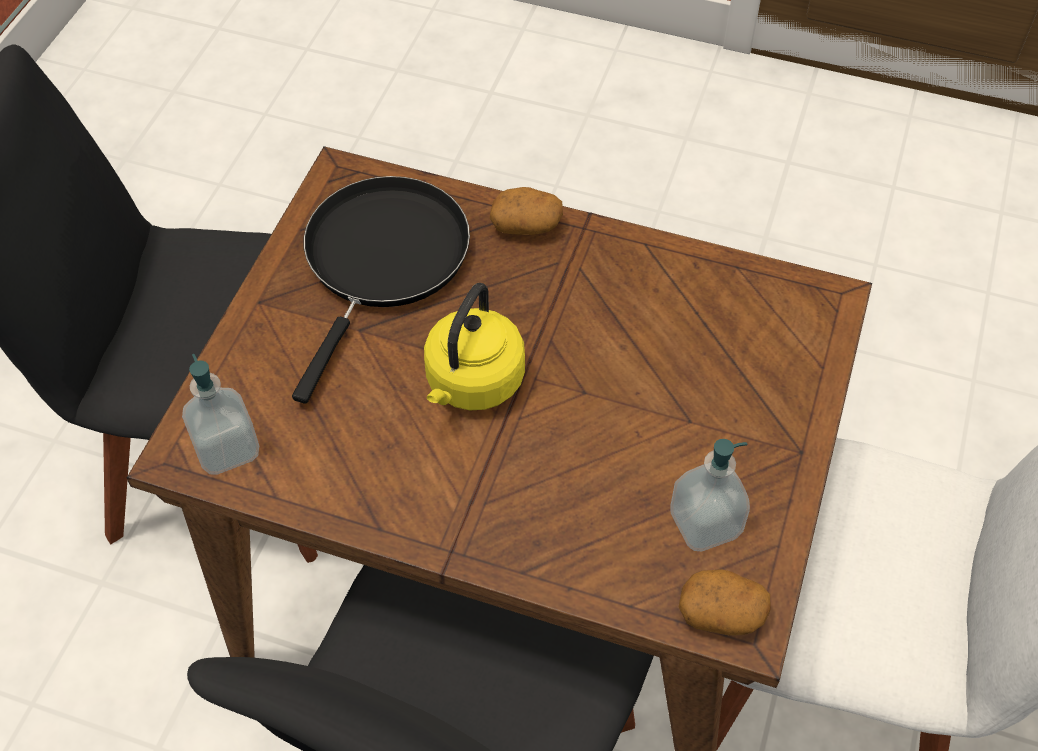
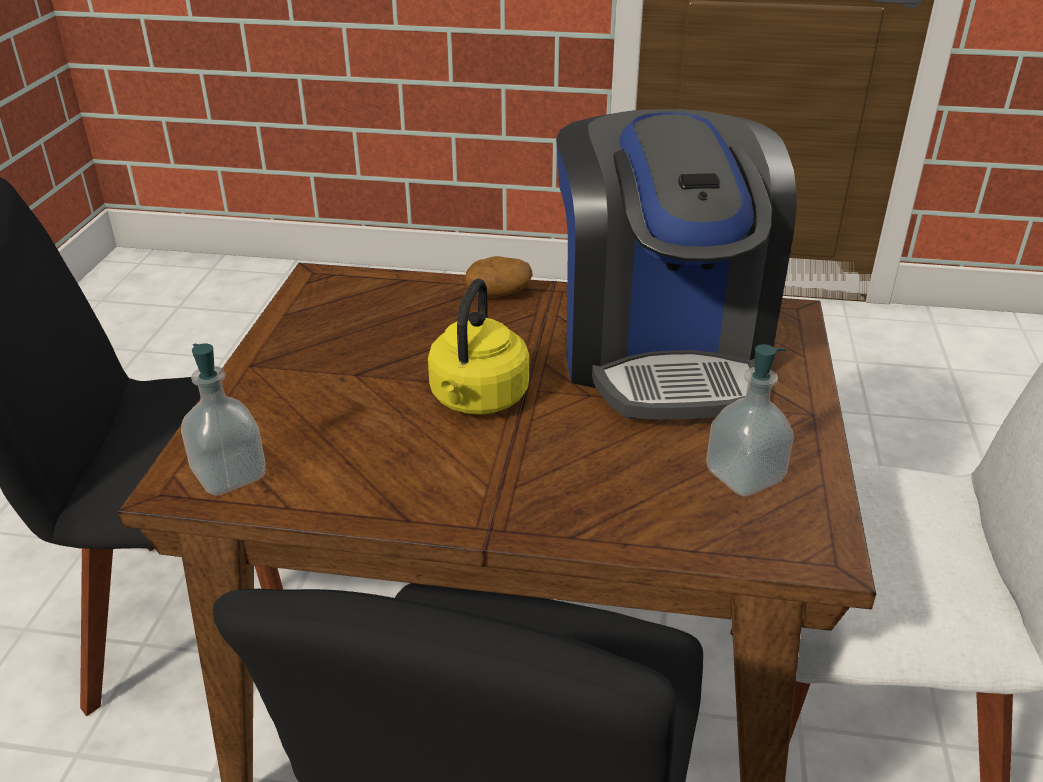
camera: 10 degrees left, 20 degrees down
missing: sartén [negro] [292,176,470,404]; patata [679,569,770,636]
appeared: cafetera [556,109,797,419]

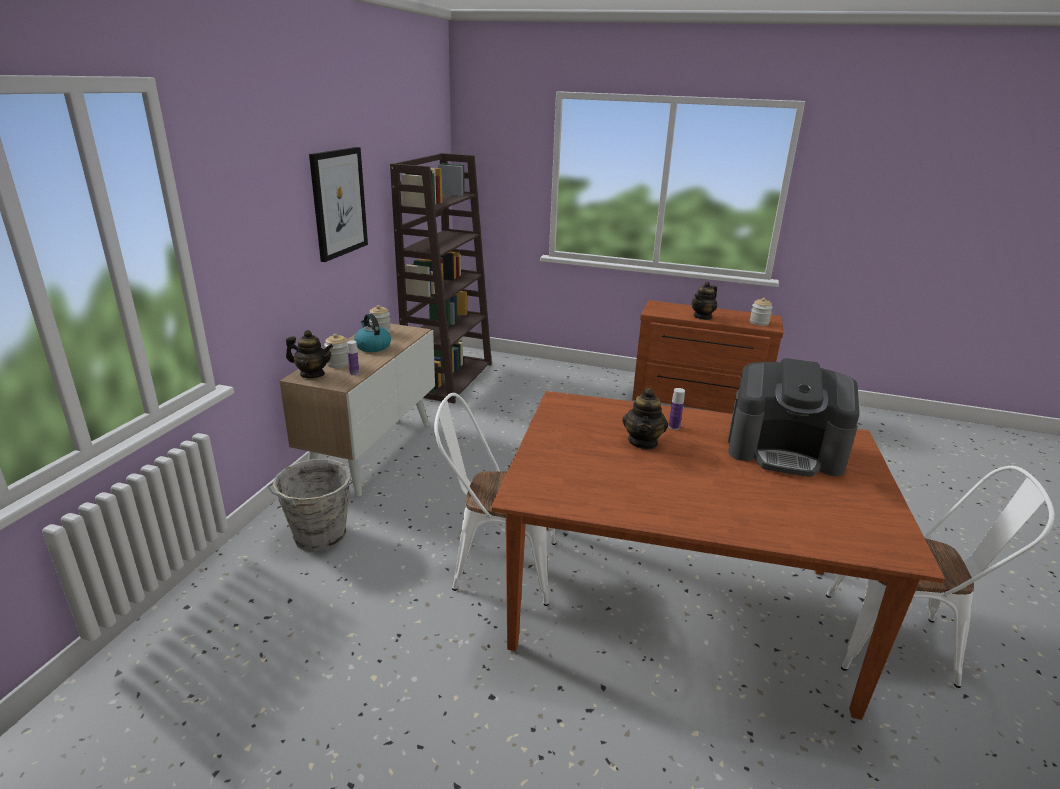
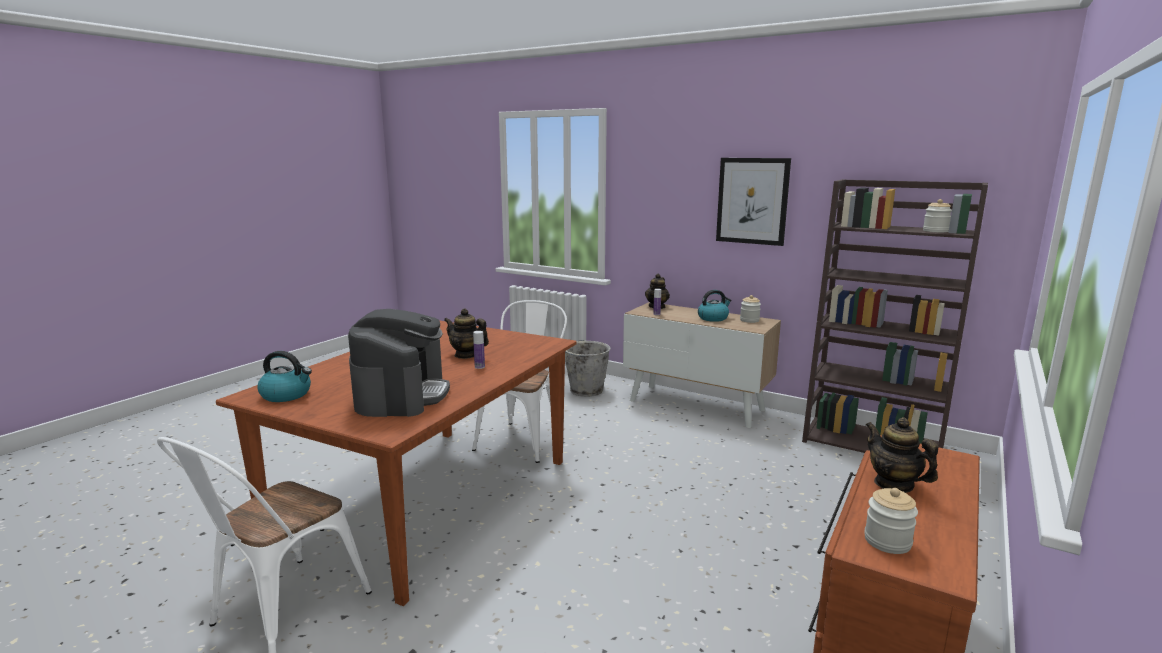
camera: 105 degrees right, 10 degrees down
appeared: hervidor [258,351,312,402]
relocated: tarro [324,334,349,368] to [923,199,952,232]
spun: cafetera [728,358,859,477] = [348,309,450,417] 150 degrees clockwise

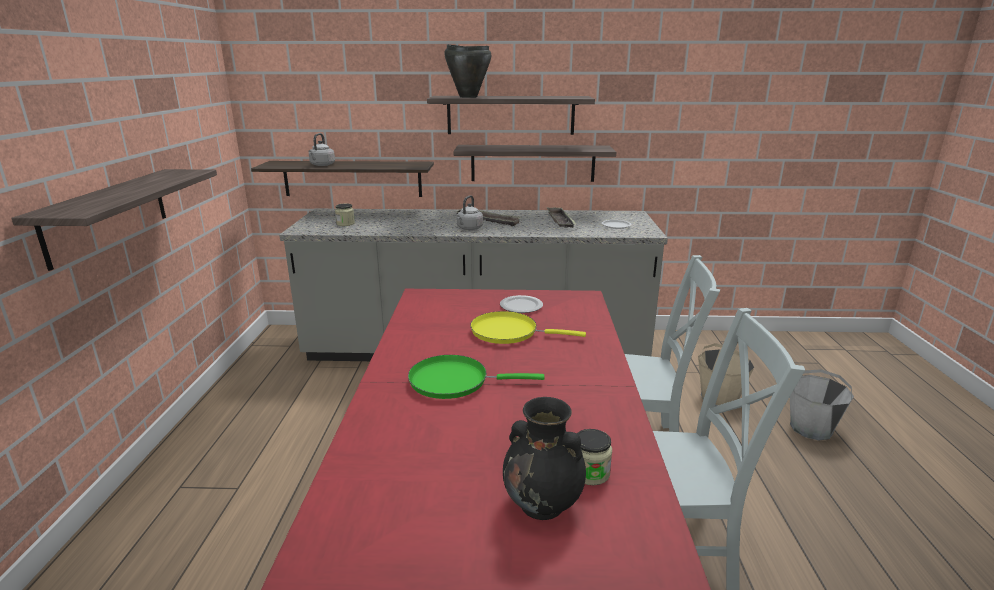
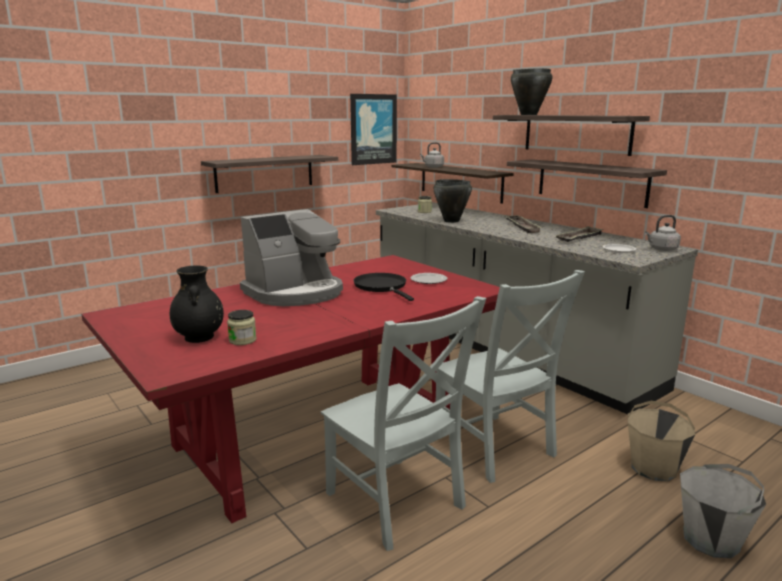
camera: 50 degrees right, 5 degrees down
appeared: cuadro [350,94,397,165]; olla [negro] [433,179,472,223]
relocated: hervidor [gris] [457,195,483,230] to [645,215,681,251]
exchanged: sartén [verde] [408,355,545,399] to cafetera [240,209,343,306]
colour: sartén [amarillo] [470,311,586,344] to sartén [negro] [353,273,414,301]

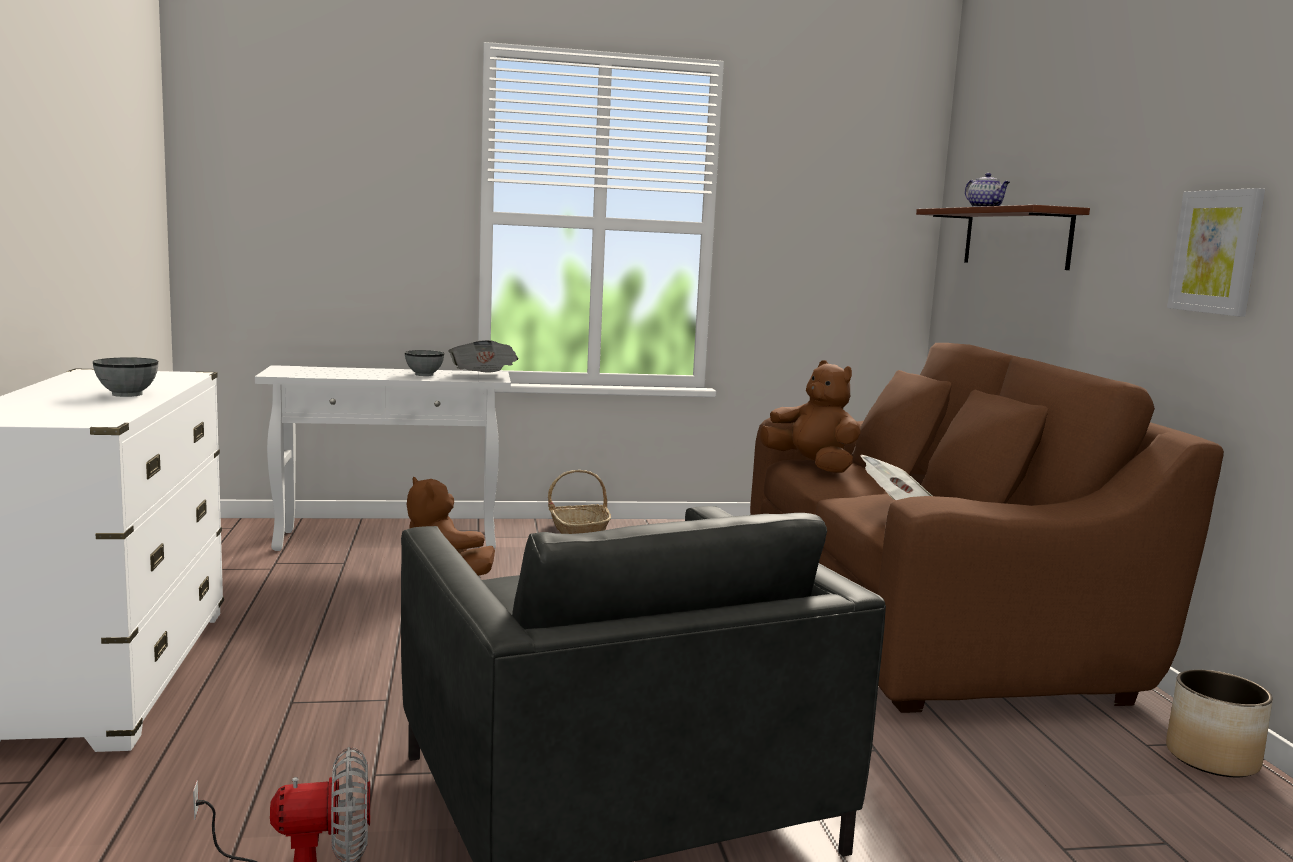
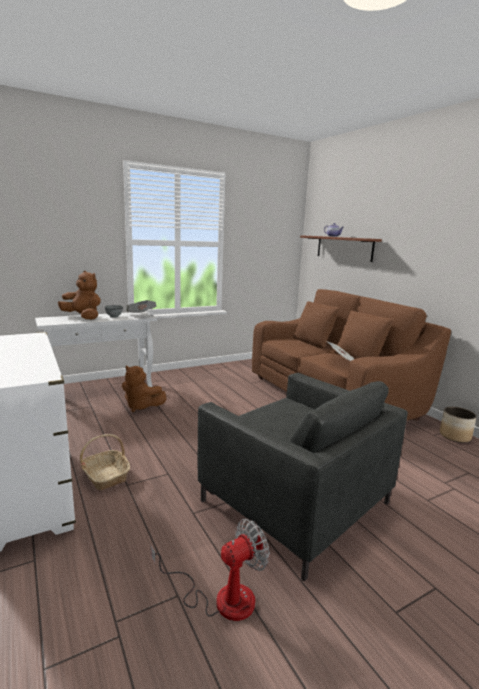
camera: 20 degrees left, 5 degrees up
missing: cuenco [gris] [93,357,158,397]; cuadro [1167,188,1265,317]
relocated: cesta [548,470,611,534] to [80,434,130,490]; peluche [marrón] [759,360,861,473] to [58,271,101,320]

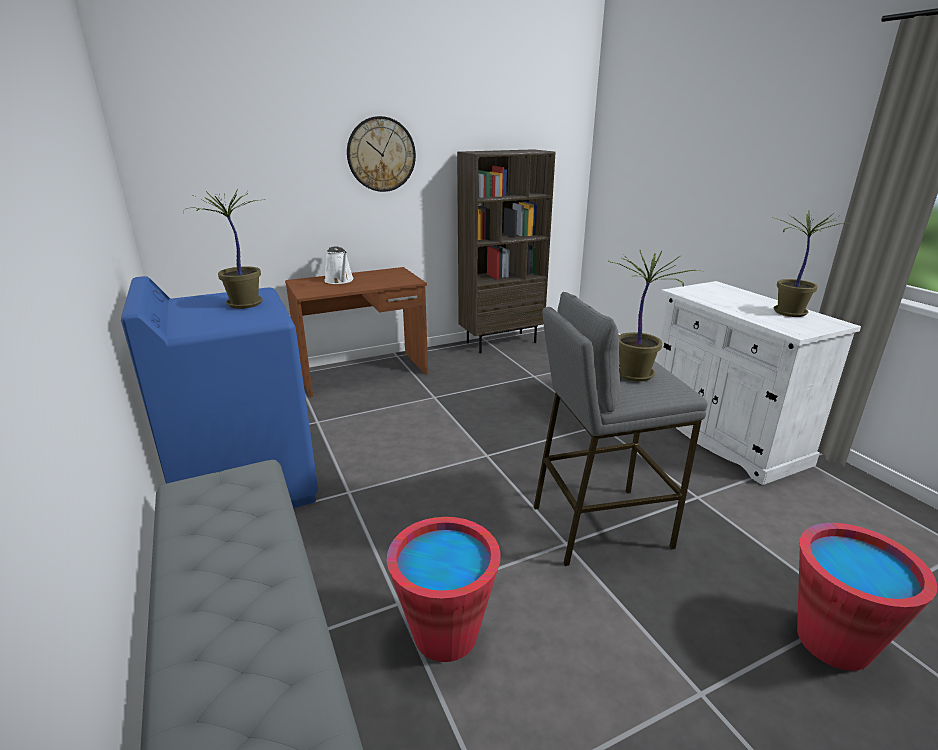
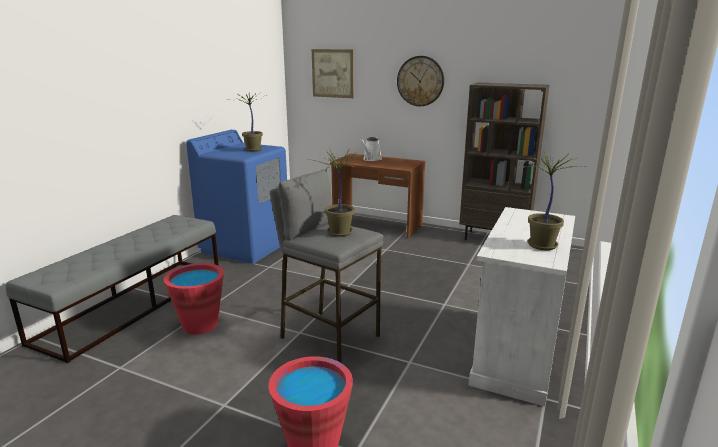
camera: 50 degrees right, 5 degrees down
appeared: cuadro [312,49,354,98]

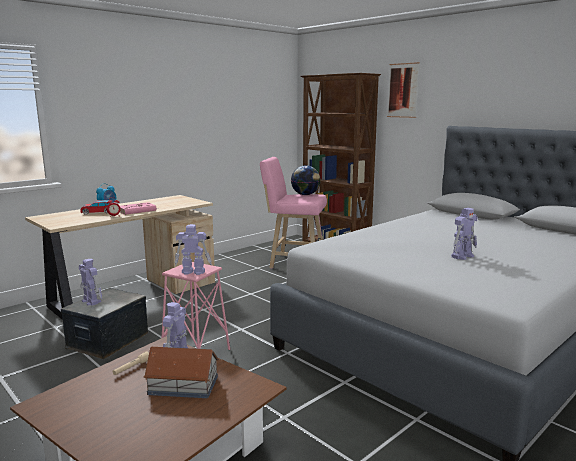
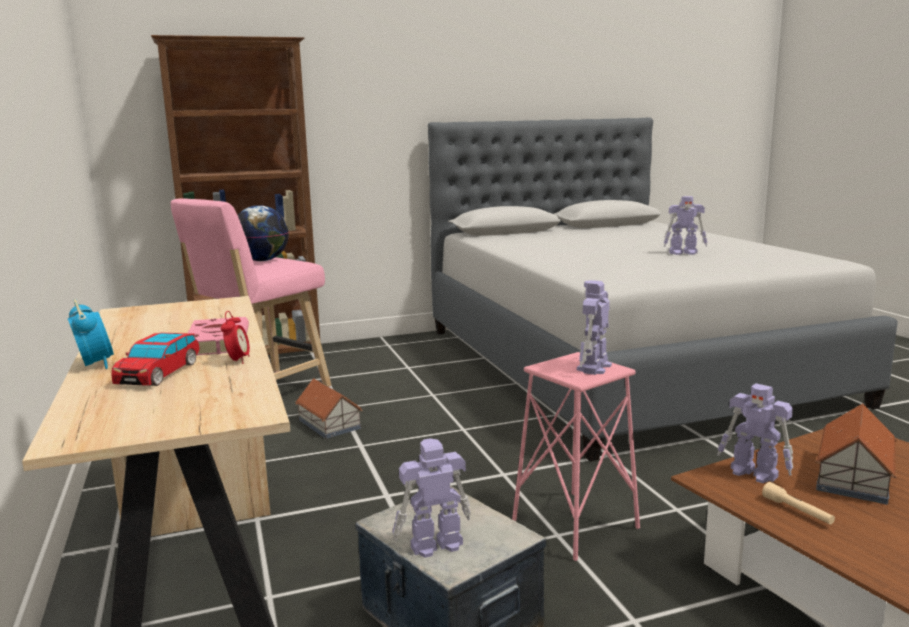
camera: 65 degrees left, 0 degrees up
missing: cuadro [387,62,420,118]
appeared: casita [296,378,362,439]
spun: robot de juguete [451,208,478,260] = [664,196,707,255] 105 degrees clockwise

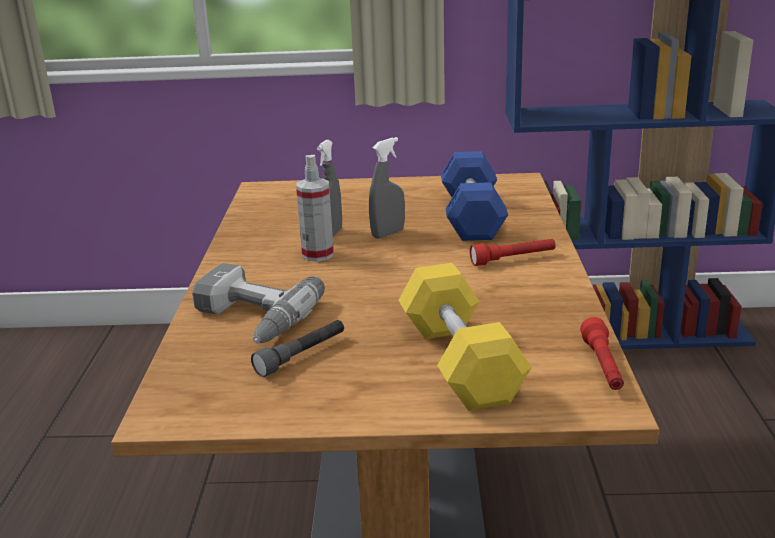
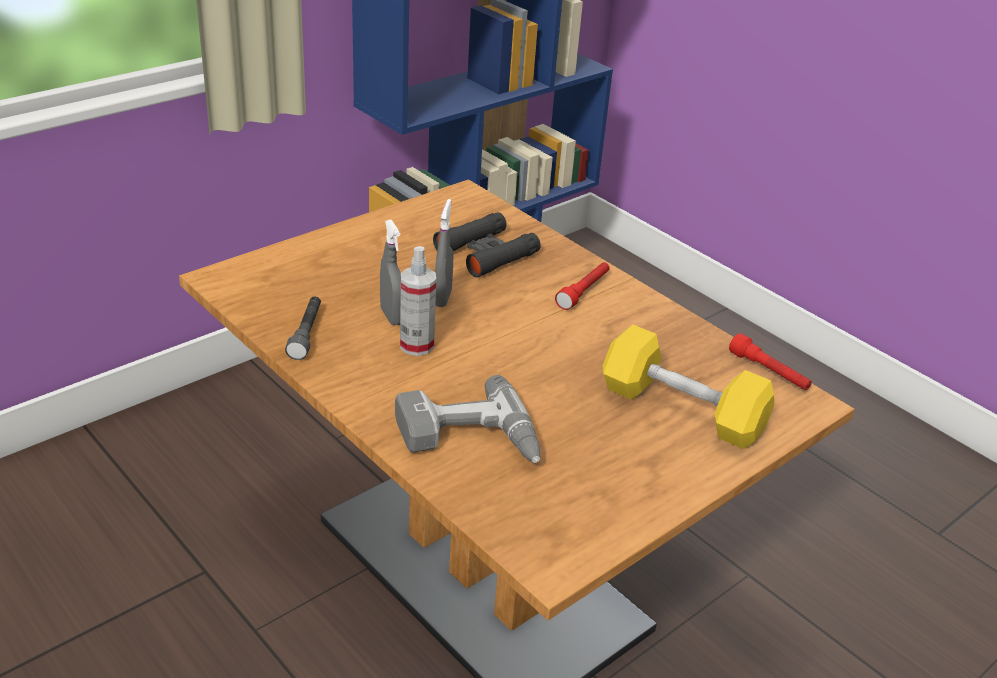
camera: 45 degrees left, 10 degrees up
relocated: linterna [gris] [251,320,344,377] to [285,296,321,360]
exchanged: mancuerna [azul] [441,151,508,241] to prismáticos [negro] [433,212,541,277]

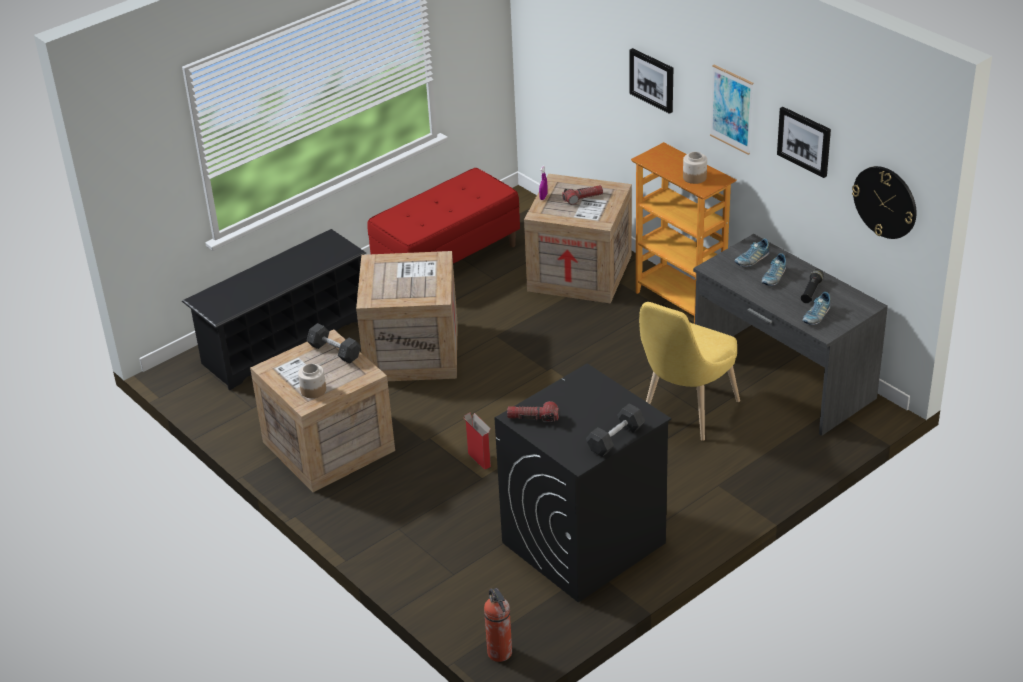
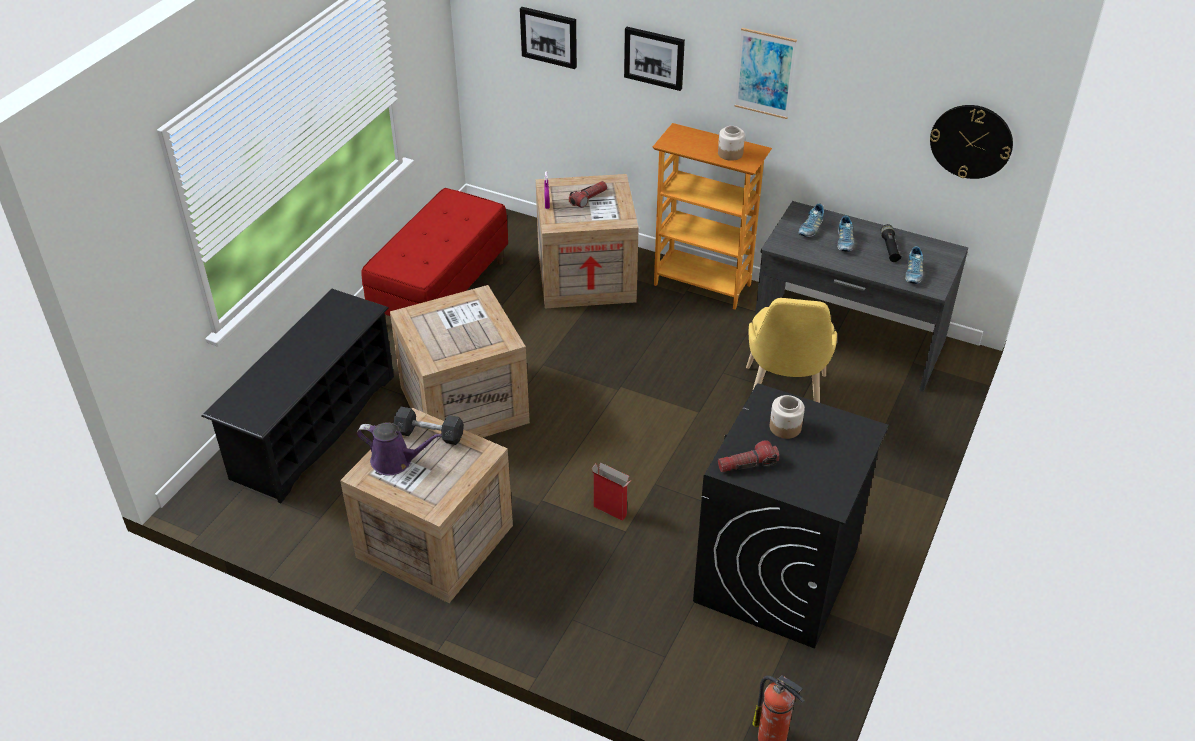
camera: 25 degrees left, 5 degrees up
missing: mancuerna [gris] [586,403,645,457]
appeared: regadera [morado] [357,422,442,475]
relocated: tarro [298,364,326,398] to [770,395,805,439]; cuadro [777,107,831,178] to [520,7,577,69]

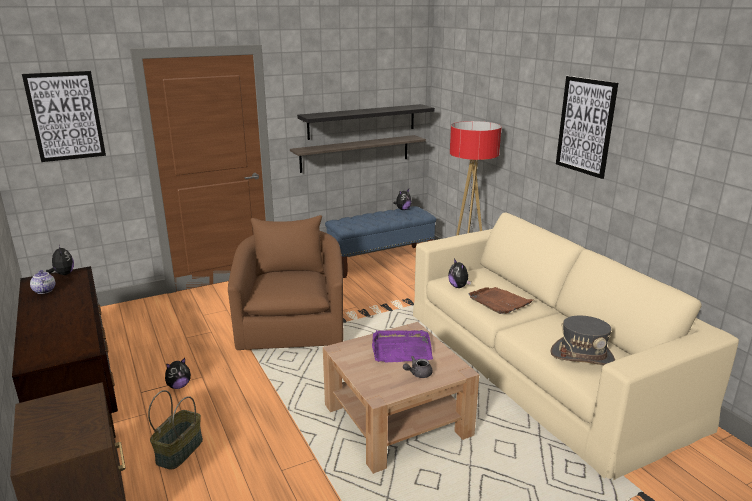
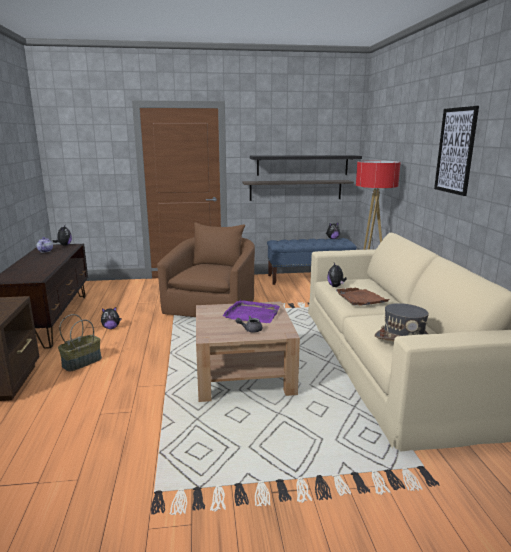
camera: 20 degrees right, 5 degrees down
missing: cuadro [22,71,106,162]

